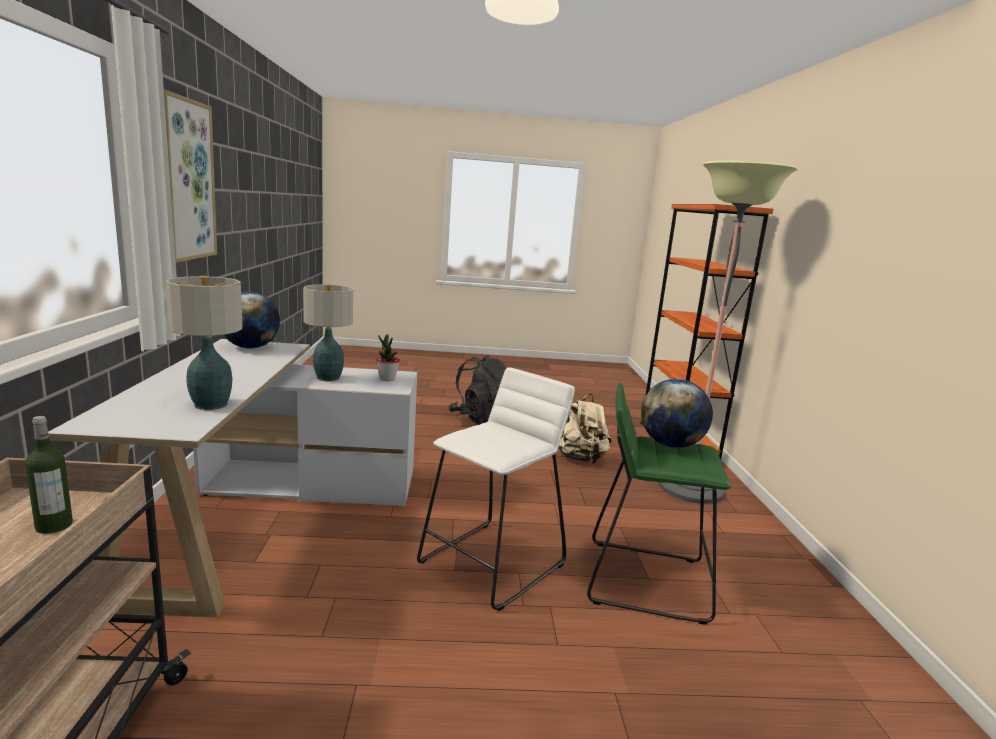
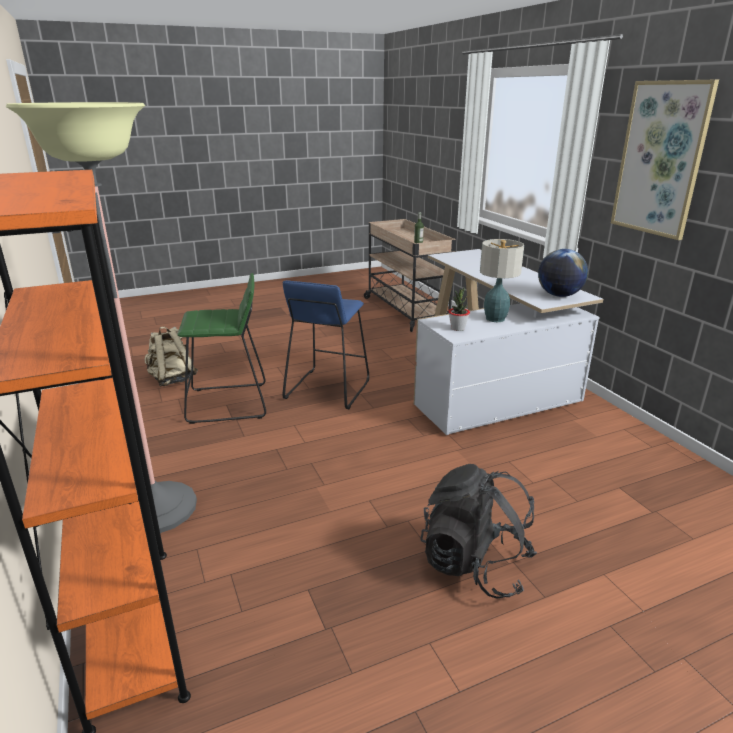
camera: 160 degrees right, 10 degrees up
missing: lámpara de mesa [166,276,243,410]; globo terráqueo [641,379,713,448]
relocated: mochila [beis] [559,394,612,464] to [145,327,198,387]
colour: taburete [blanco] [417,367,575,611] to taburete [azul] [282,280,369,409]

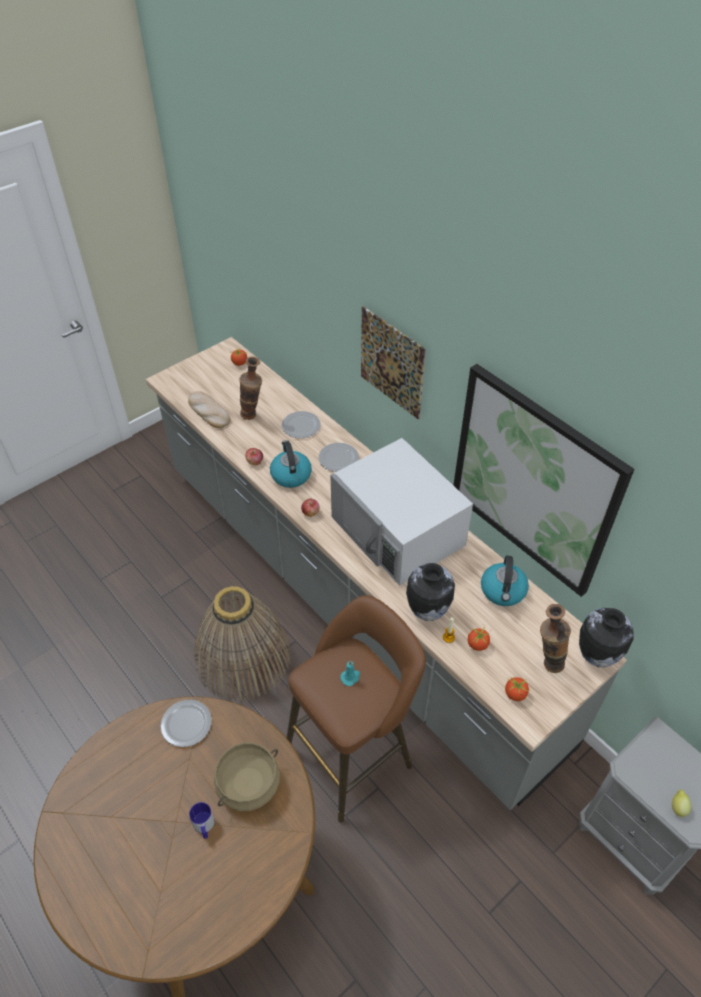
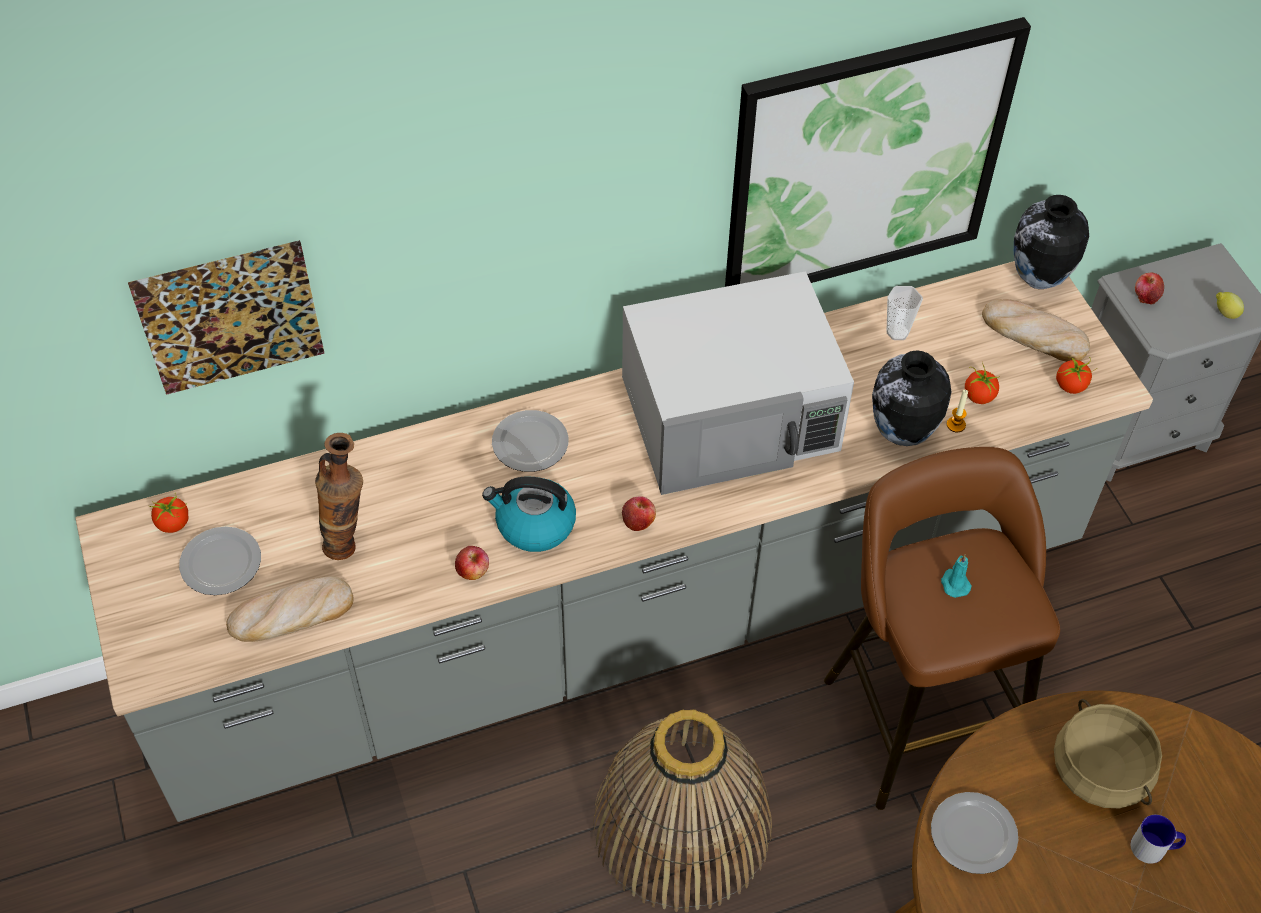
camera: 70 degrees left, 5 degrees up
appeared: manzana [1135,273,1164,305]
relocated: plato [282,411,321,438] to [179,526,261,595]; cuadro [361,306,426,419] to [128,240,324,395]
exchanged: hervidor [481,556,529,606] to taza [887,286,923,340]; florero [540,604,571,673] to pan [982,299,1090,362]

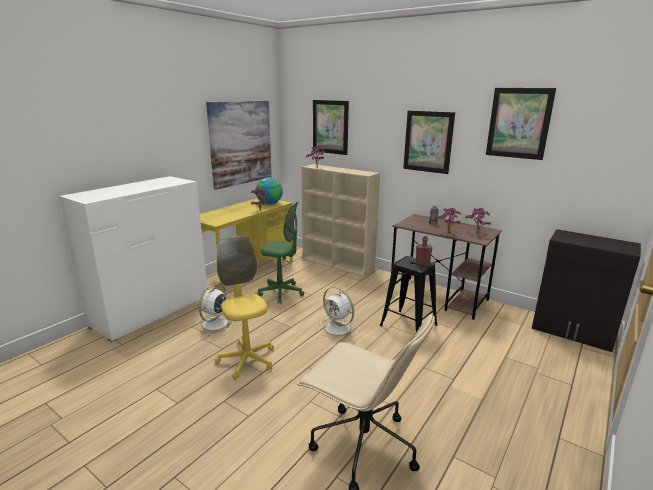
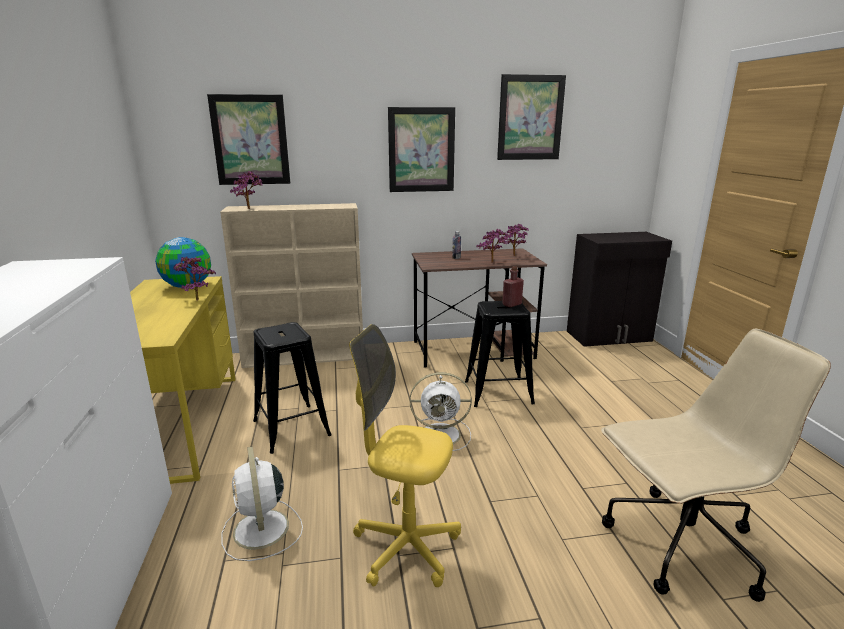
camera: 45 degrees left, 0 degrees up
missing: cuadro [206,101,272,190]
exchanged: silla de oficina [verde] [258,202,304,304] to taburete [negro] [253,322,332,454]

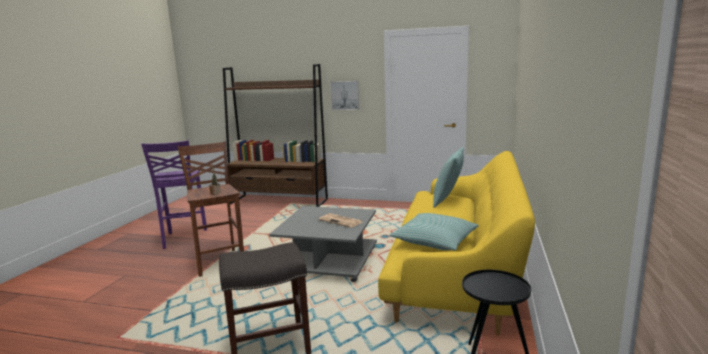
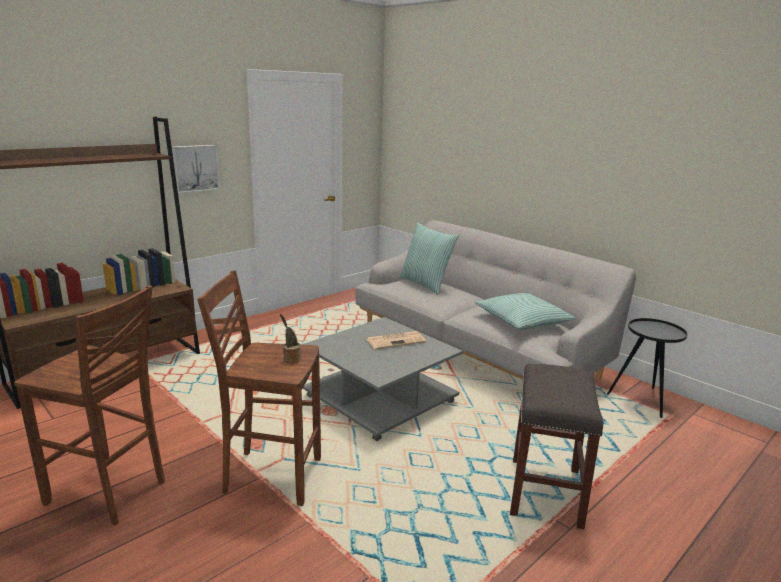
camera: 60 degrees left, 5 degrees up
colour: taburete [morado] [141,140,207,249] to taburete [marrón] [14,285,165,525]; sofá [amarillo] [378,151,535,335] to sofá [gris] [355,220,636,380]

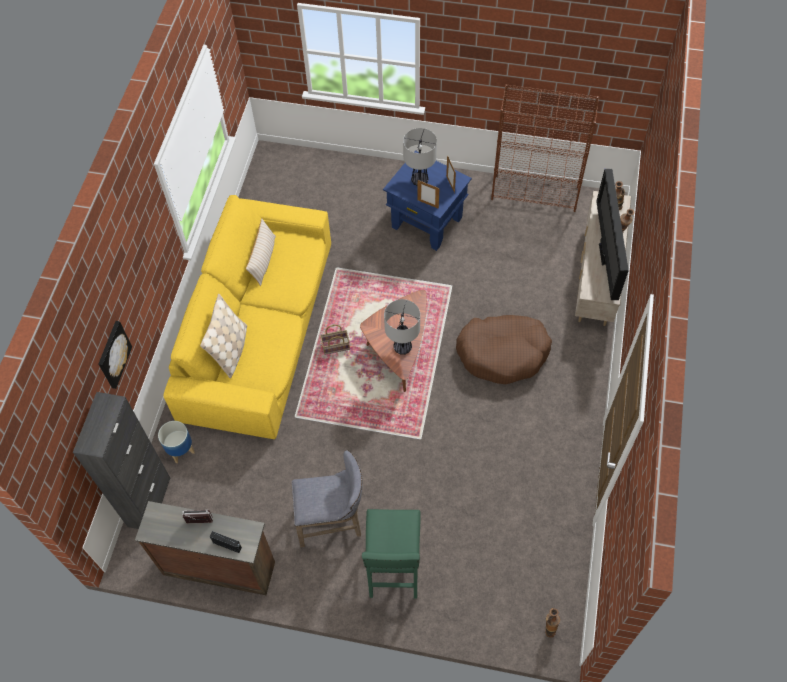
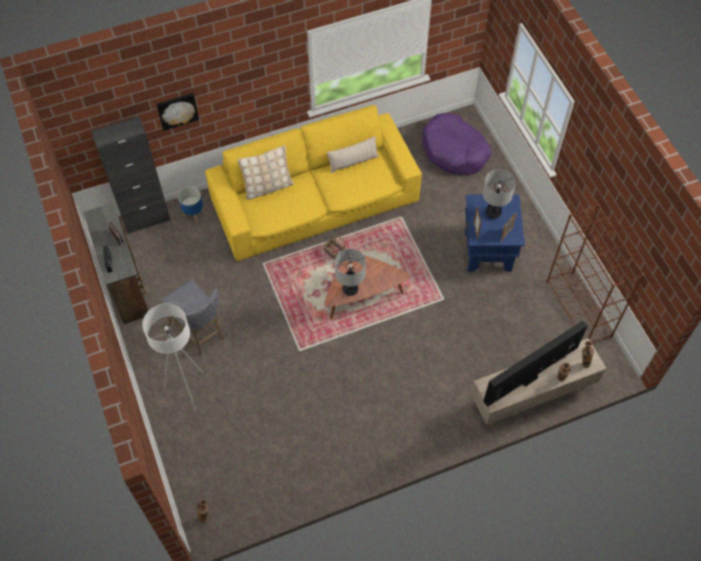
camera: 55 degrees right, 0 degrees up
missing: cama para perro [marrón] [456,315,552,384]
appeared: cama para perro [morado] [422,113,492,175]
exchanged: taburete [verde] [362,509,421,599] to lámpara de pie [blanco] [142,304,203,411]

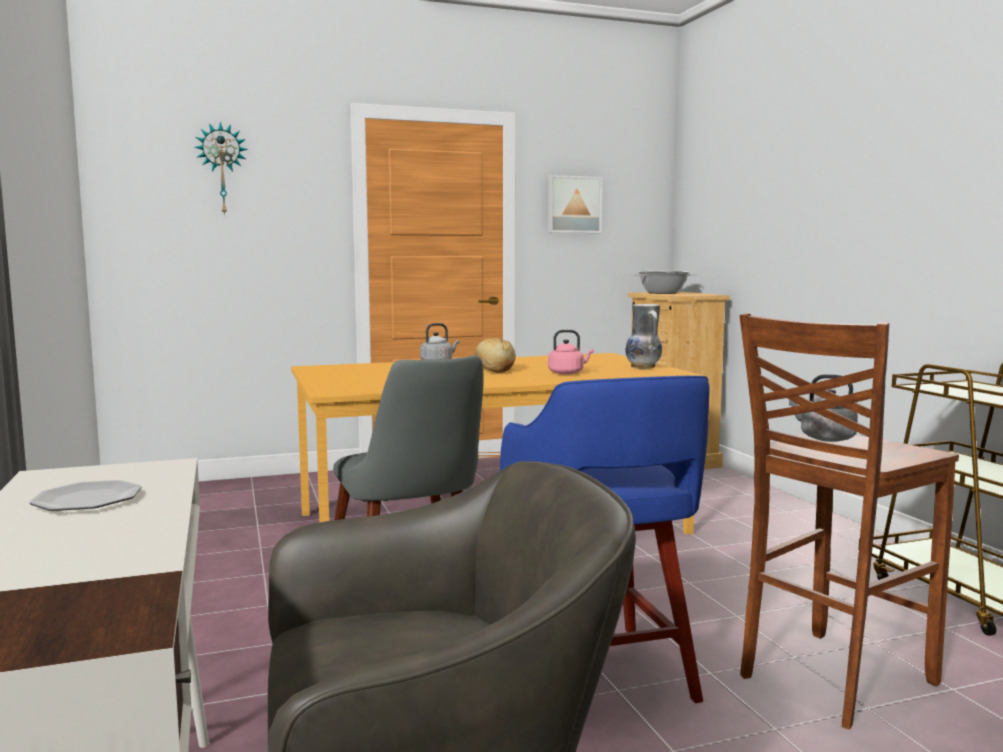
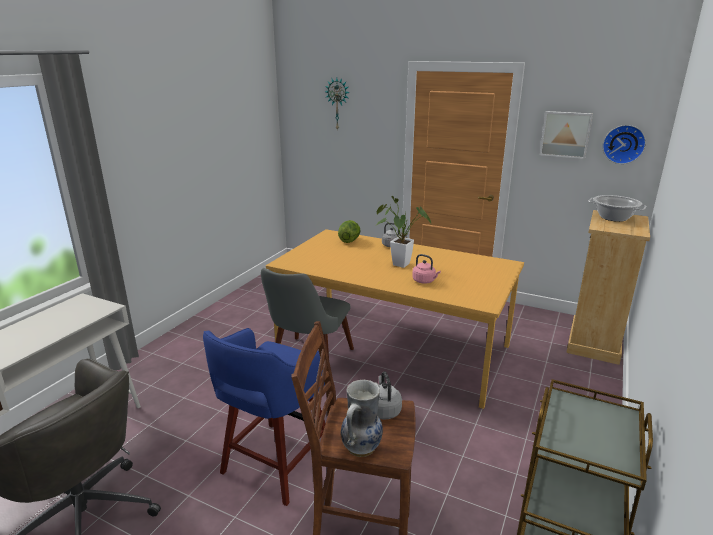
camera: 45 degrees right, 15 degrees up
missing: plato [29,480,142,511]
appeared: lechuga [338,220,361,243]; reloj de pared [602,125,646,164]
relocated: florero [626,304,662,369] to [340,380,383,457]
exchanged: pan [474,338,516,373] to planta en maceta [376,196,431,268]

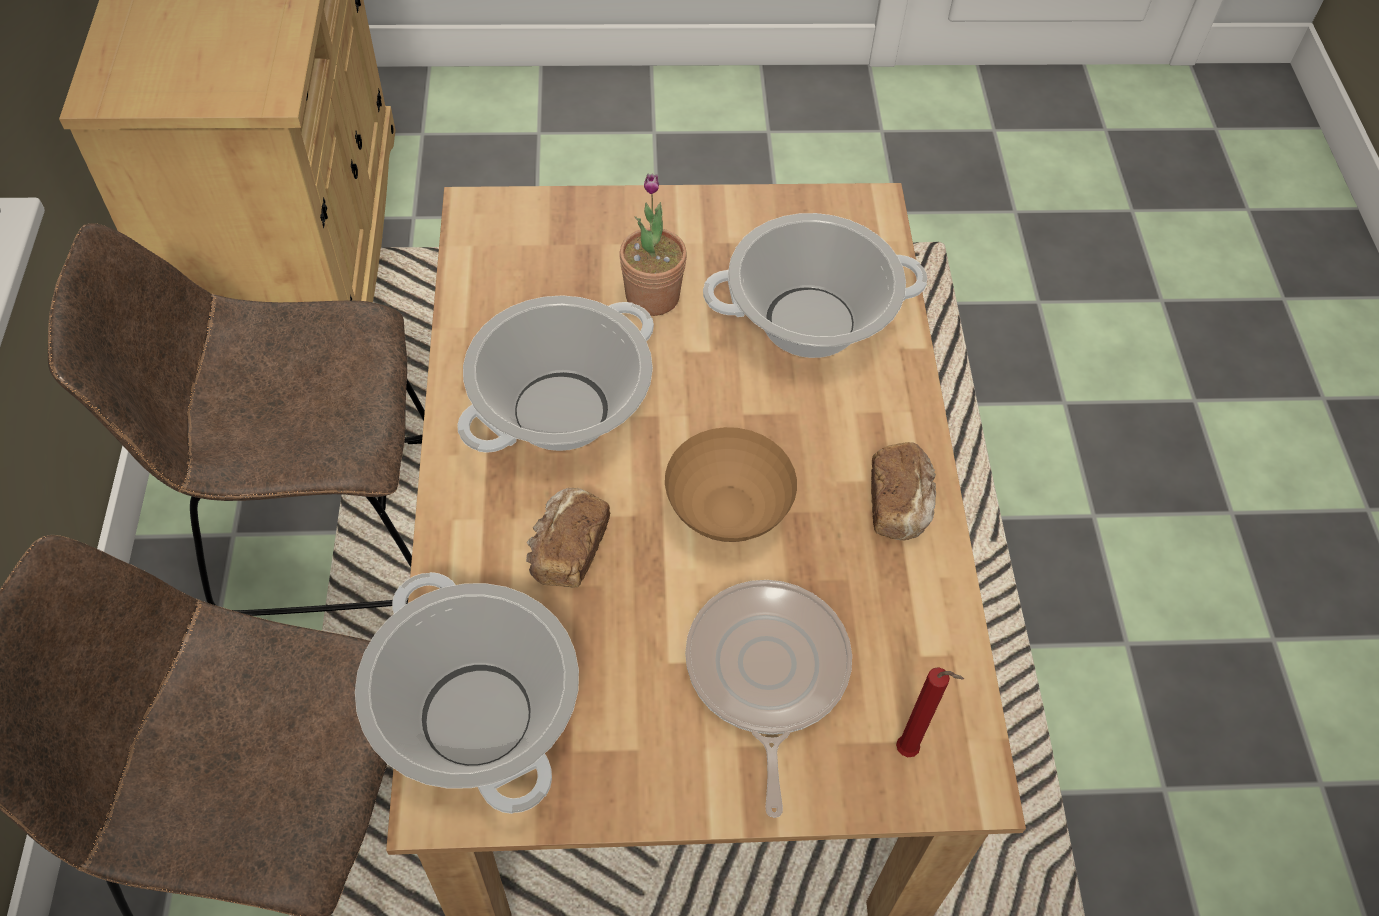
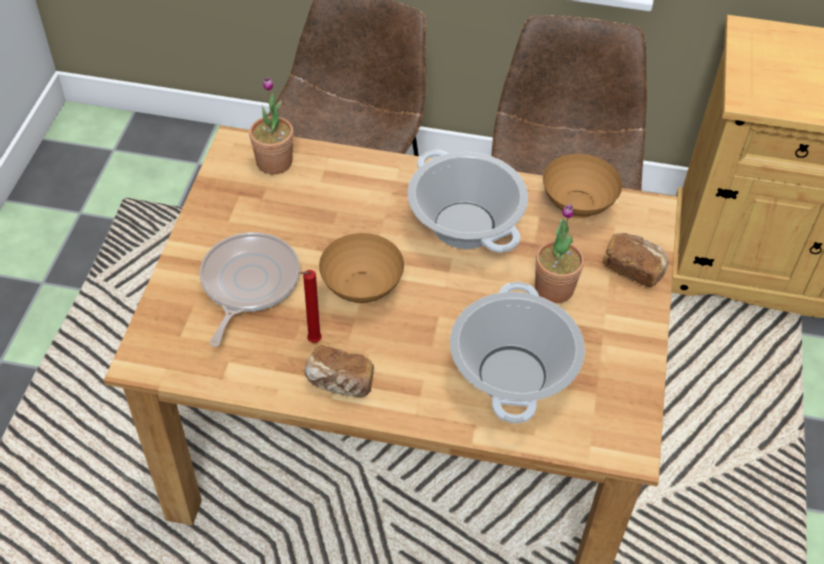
camera: 105 degrees right, 5 degrees down
appeared: cuenco [marrón] [543,154,622,219]
relocated: pan [526,488,610,588] to [603,233,669,287]; vela [rojo] [896,667,964,757] to [299,270,322,343]
exchanged: olla [355,572,579,814] to planta en maceta [249,77,294,174]
spun: sartén [685,580,852,818] = [200,232,300,347] 90 degrees counterclockwise

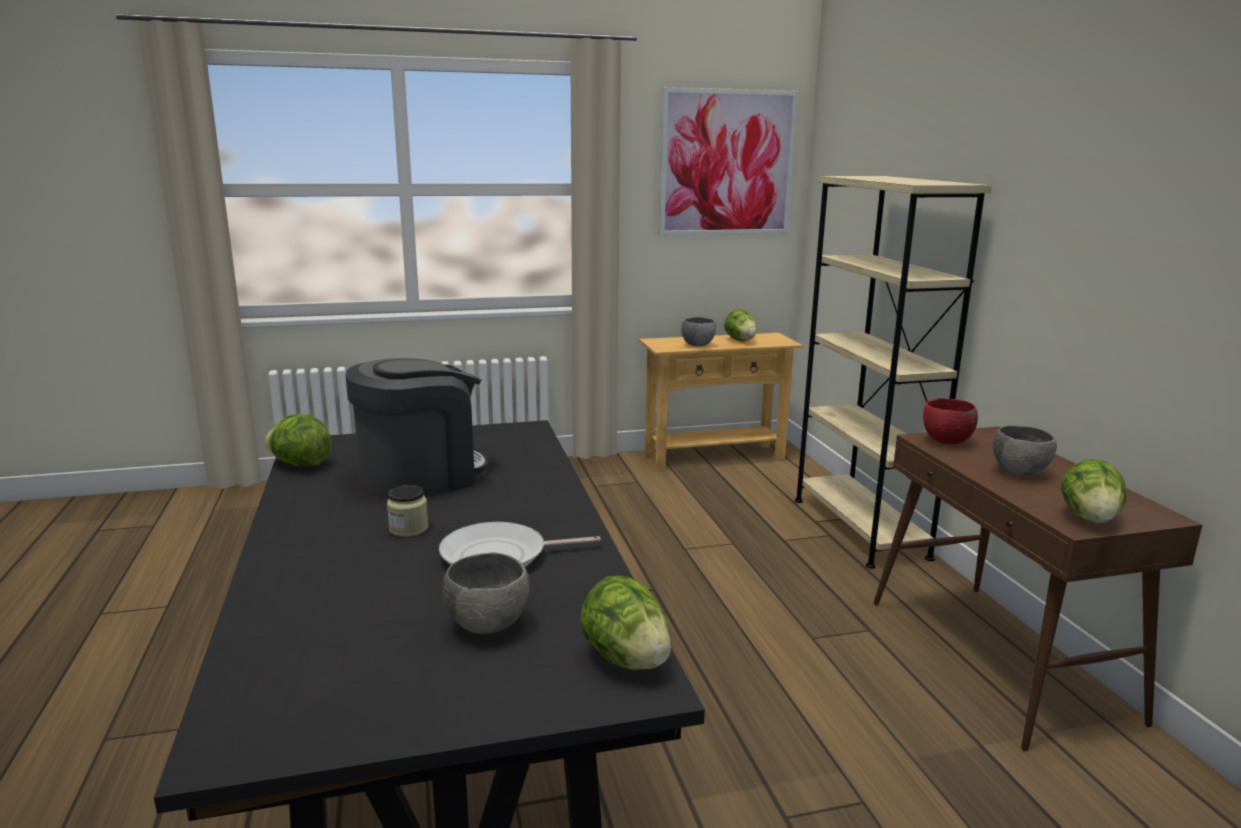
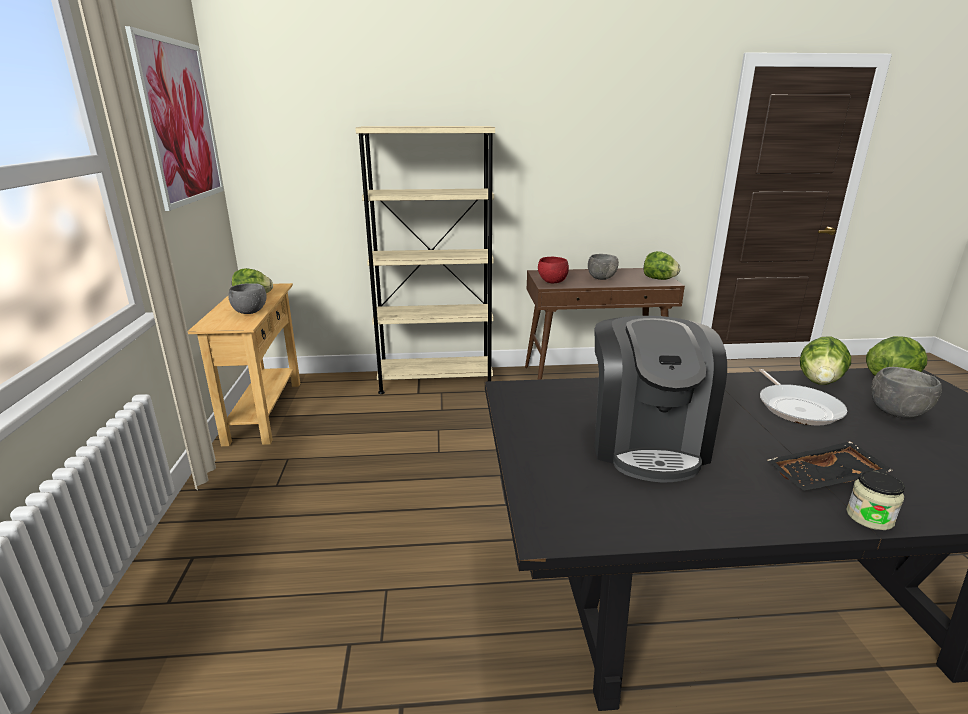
camera: 80 degrees left, 5 degrees up
appeared: bandeja [negro] [768,441,893,491]
relocated: lechuga [265,414,331,467] to [800,336,851,385]; tarro [387,485,428,537] to [846,471,905,530]
spun: cafetera [346,358,489,498] = [595,316,727,483] 150 degrees counterclockwise

